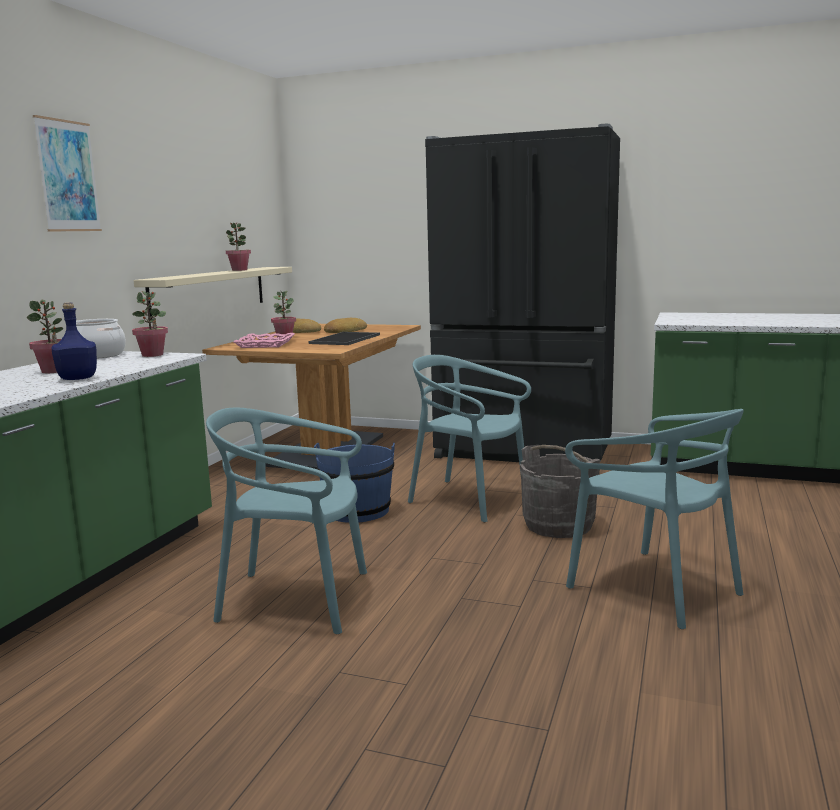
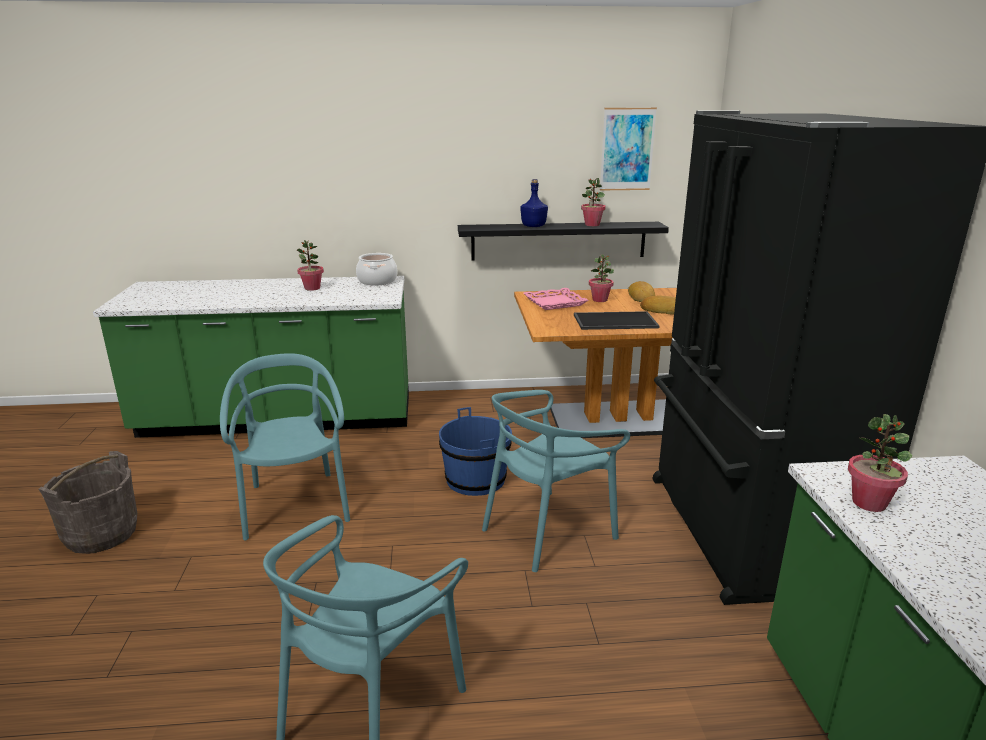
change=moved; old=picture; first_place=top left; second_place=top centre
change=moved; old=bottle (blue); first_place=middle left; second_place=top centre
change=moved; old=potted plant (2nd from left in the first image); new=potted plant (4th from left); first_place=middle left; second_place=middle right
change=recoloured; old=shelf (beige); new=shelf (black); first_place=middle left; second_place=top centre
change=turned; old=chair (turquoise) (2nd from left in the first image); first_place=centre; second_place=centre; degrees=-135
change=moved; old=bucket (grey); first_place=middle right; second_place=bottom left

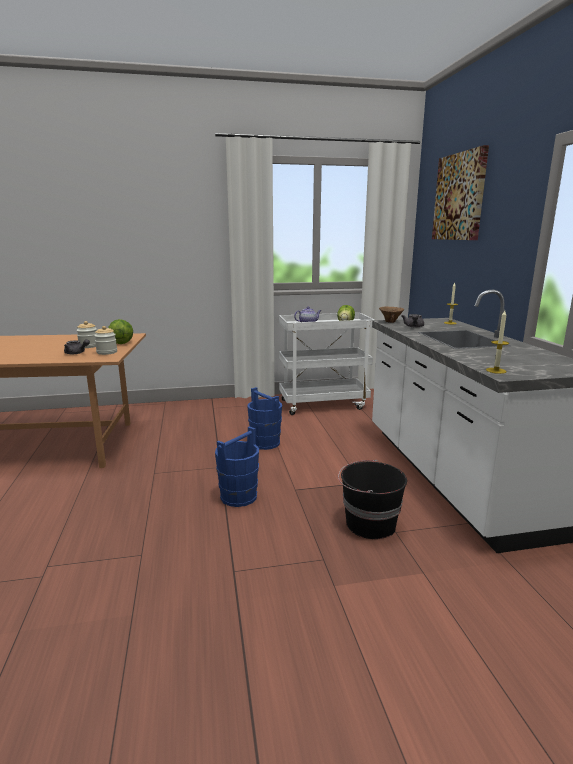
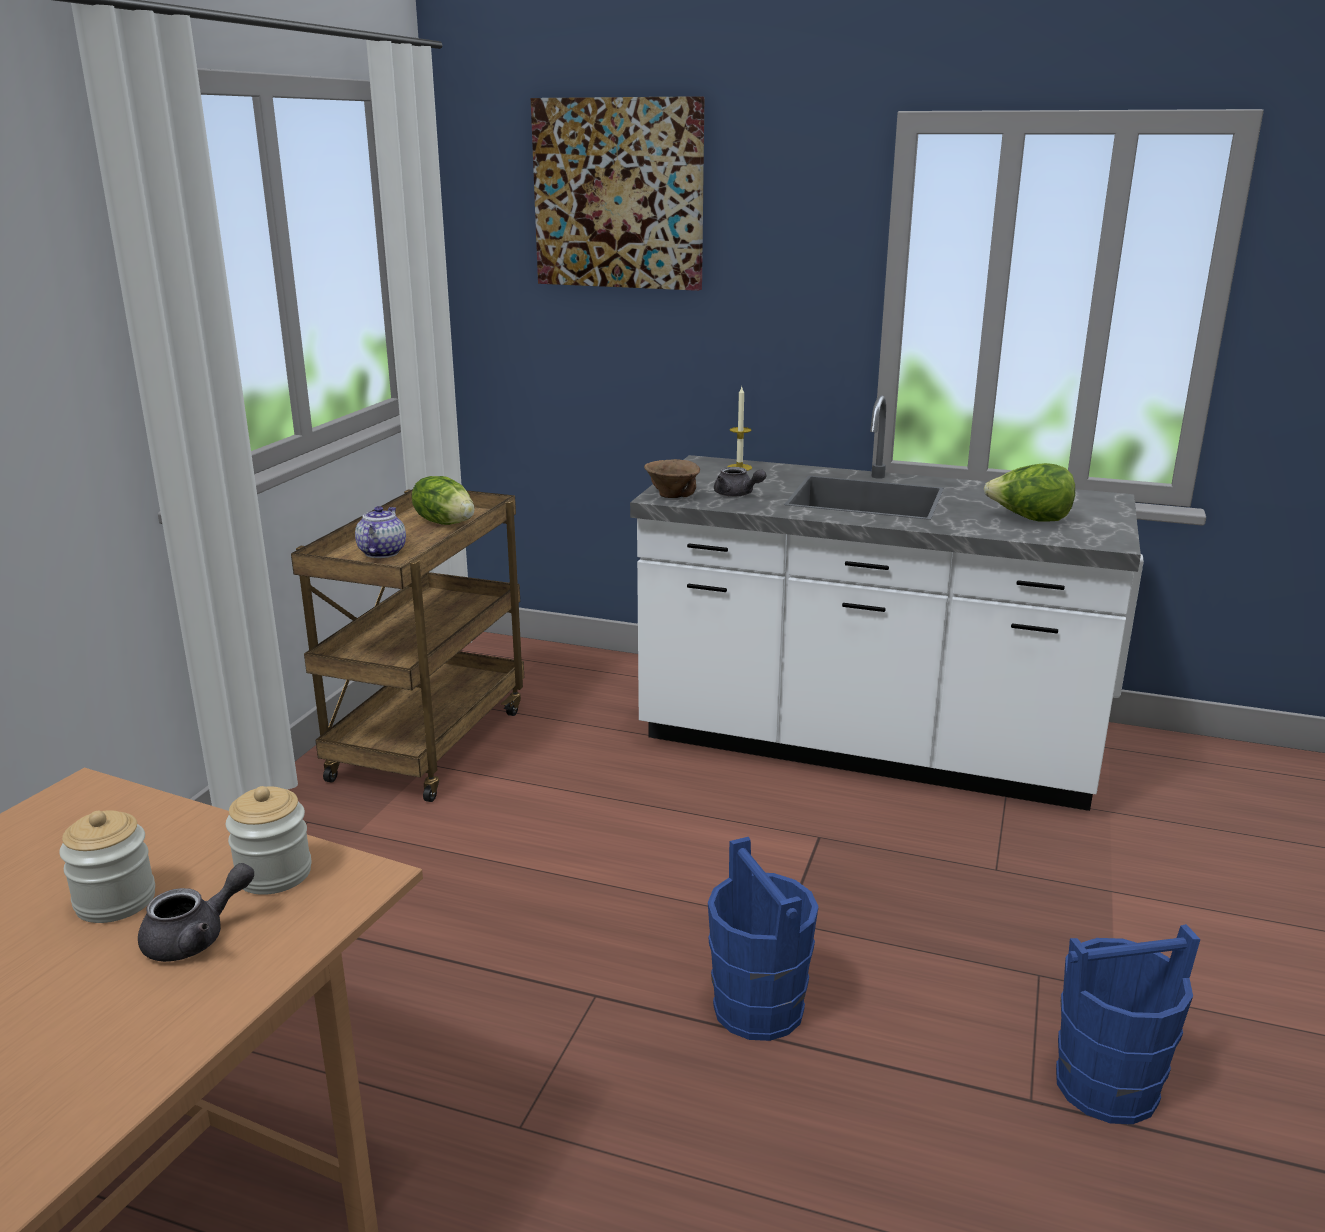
change=moved; old=lettuce (1st from left in the first image); new=lettuce (2nd from left); first_place=middle left; second_place=middle right
change=moved; old=bucket (blue) (2nd from left); first_place=centre; second_place=bottom right
change=recoloured; old=cart (white); new=cart (brown); first_place=centre; second_place=middle left
change=removed; old=bucket (black); first_place=centre
change=removed; old=candle (2nd from left); first_place=middle right

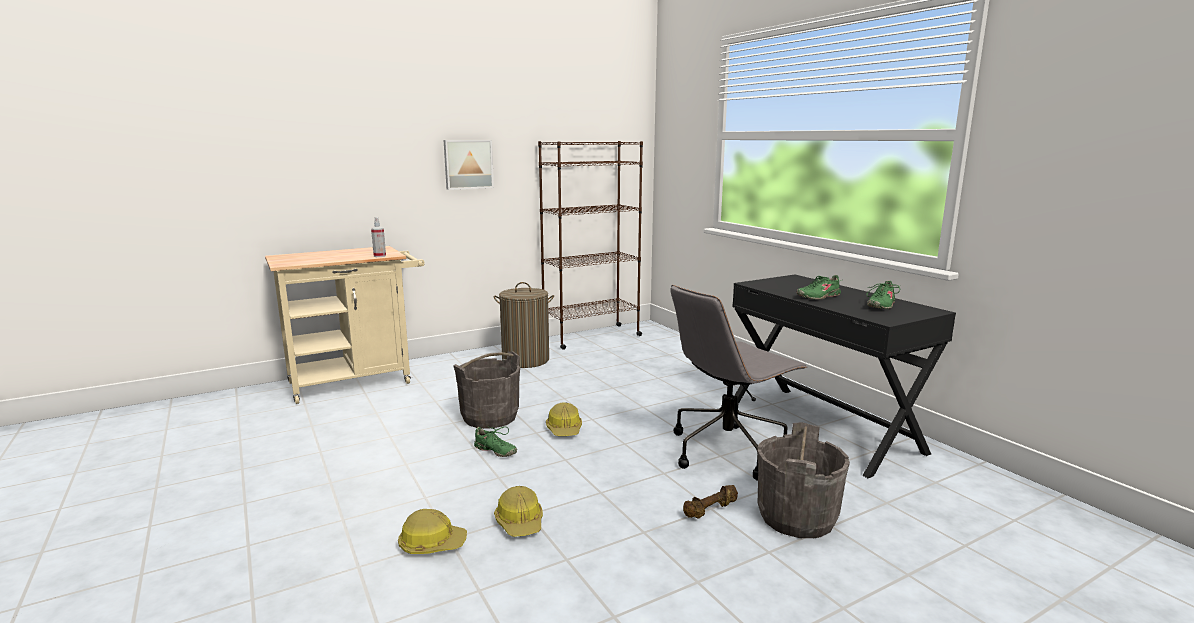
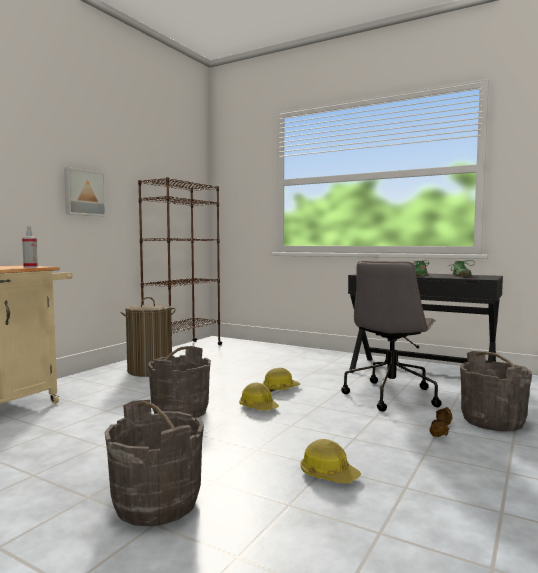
change=moved; old=hard hat (1st from left in the first image); new=hard hat (2nd from left); first_place=bottom centre; second_place=centre
change=removed; old=shoe (green) (1st from left); first_place=bottom centre
change=added; new=bucket (grey) (1st from left); second_place=bottom left

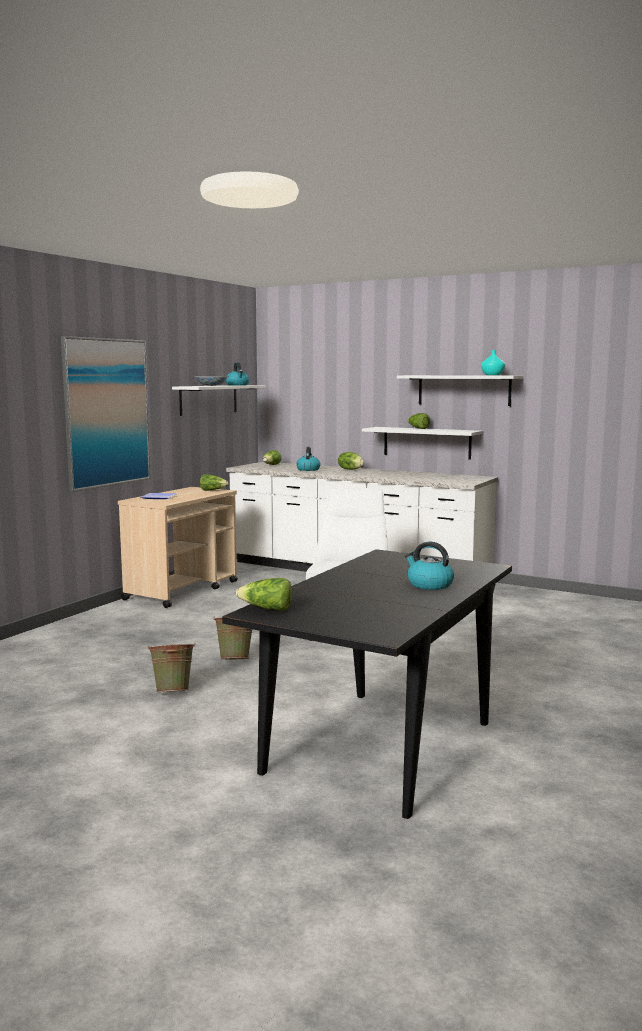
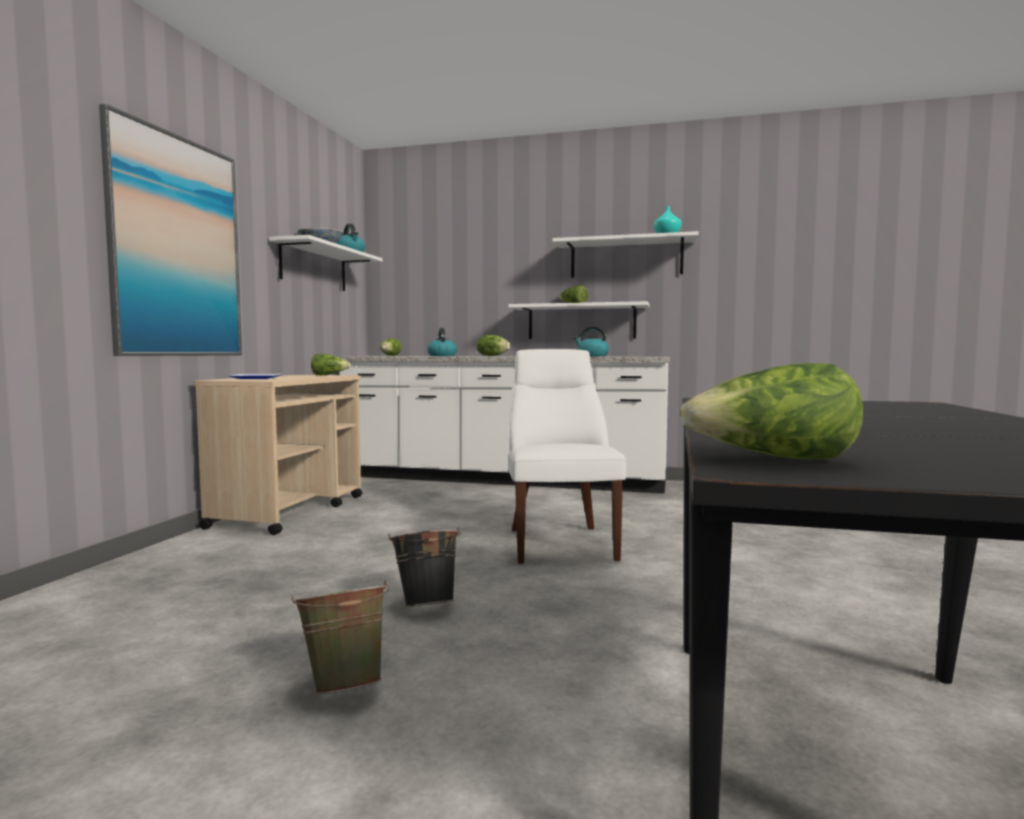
change=recoloured; old=bucket (green) (2nd from left); new=bucket (black); first_place=centre; second_place=bottom centre
change=moved; old=kettle (3rd from left); first_place=middle right; second_place=centre

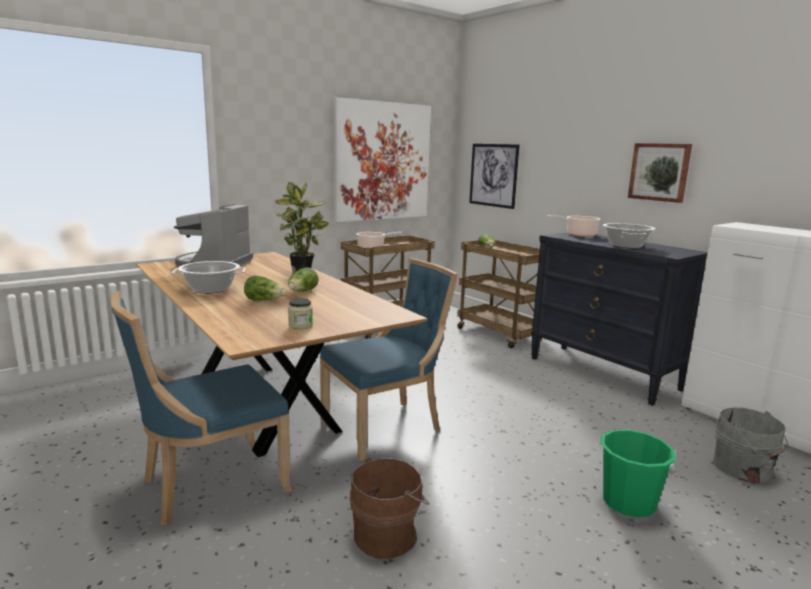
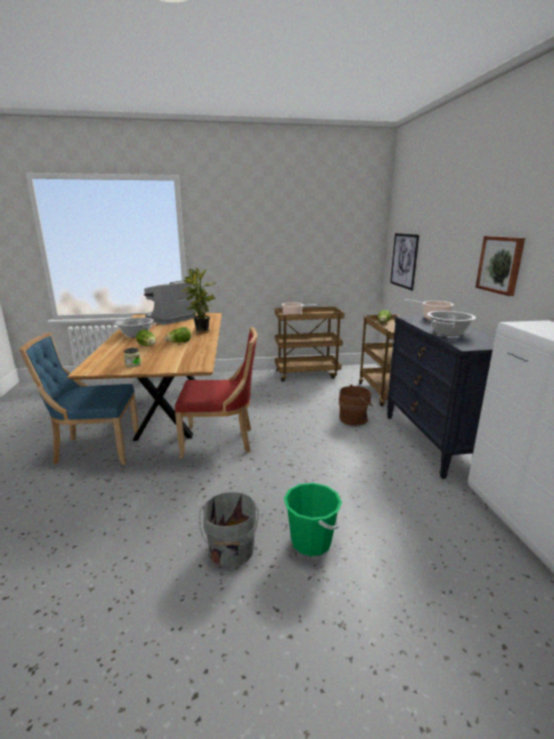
change=recoloured; old=chair (blue) (2nd from left); new=chair (red); first_place=centre; second_place=centre
change=removed; old=picture (1st from left); first_place=top centre
change=moved; old=bucket (brown); first_place=bottom centre; second_place=centre
change=moved; old=bucket (grey); first_place=bottom right; second_place=bottom centre

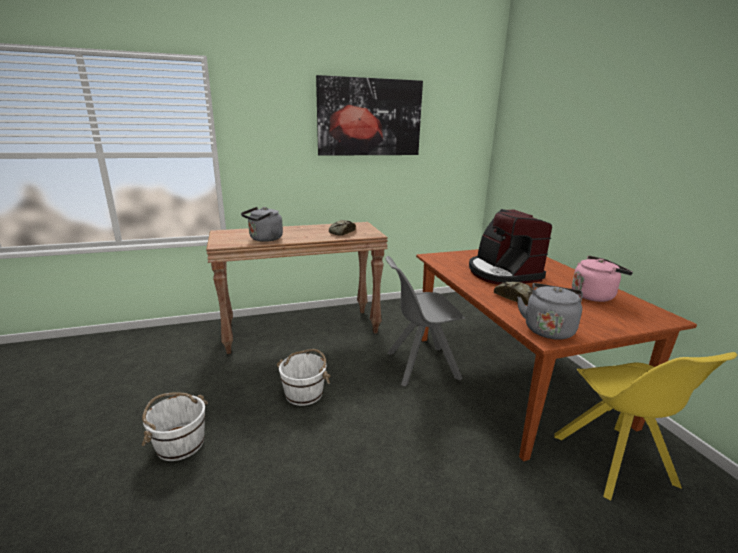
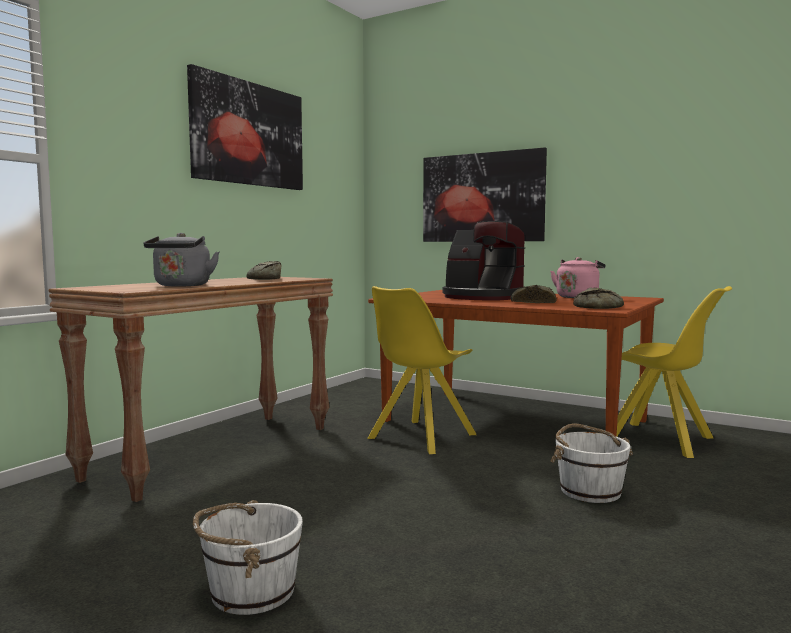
change=moved; old=bucket (white) (2nd from left); first_place=bottom centre; second_place=bottom right
change=recoloured; old=chair (grey); new=chair (yellow) (1st from left); first_place=centre; second_place=centre
change=replaced; old=kettle (grey) (2nd from left); new=bread (3rd from left); first_place=middle right; second_place=middle right
change=added; new=picture (2nd from left); second_place=top centre

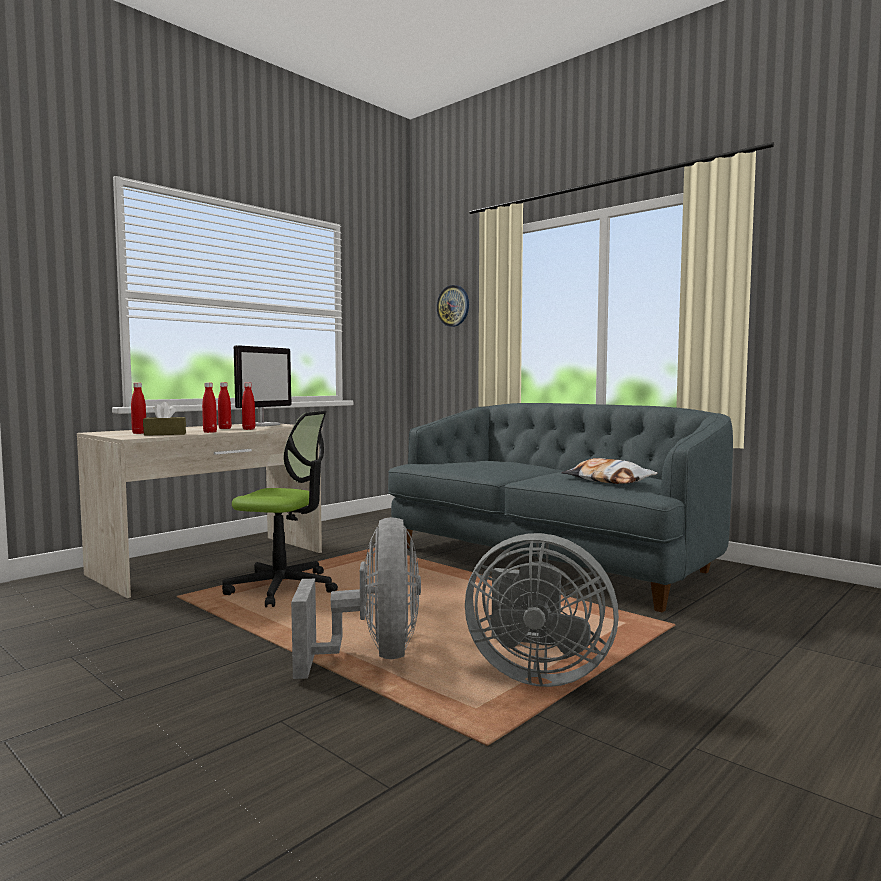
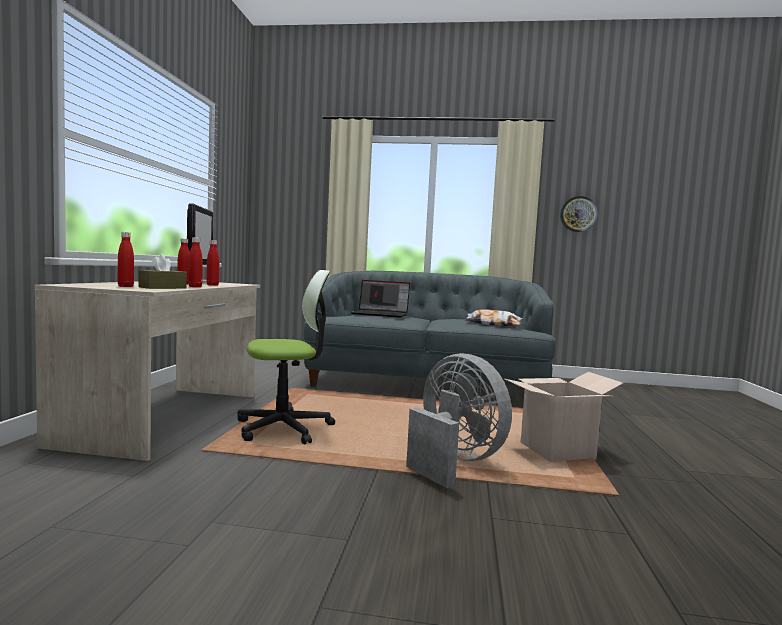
change=moved; old=wall clock; first_place=centre; second_place=middle right
change=replaced; old=fan (grey) (2nd from left); new=cardboard box; first_place=bottom centre; second_place=bottom right
change=added; new=laptop; second_place=centre

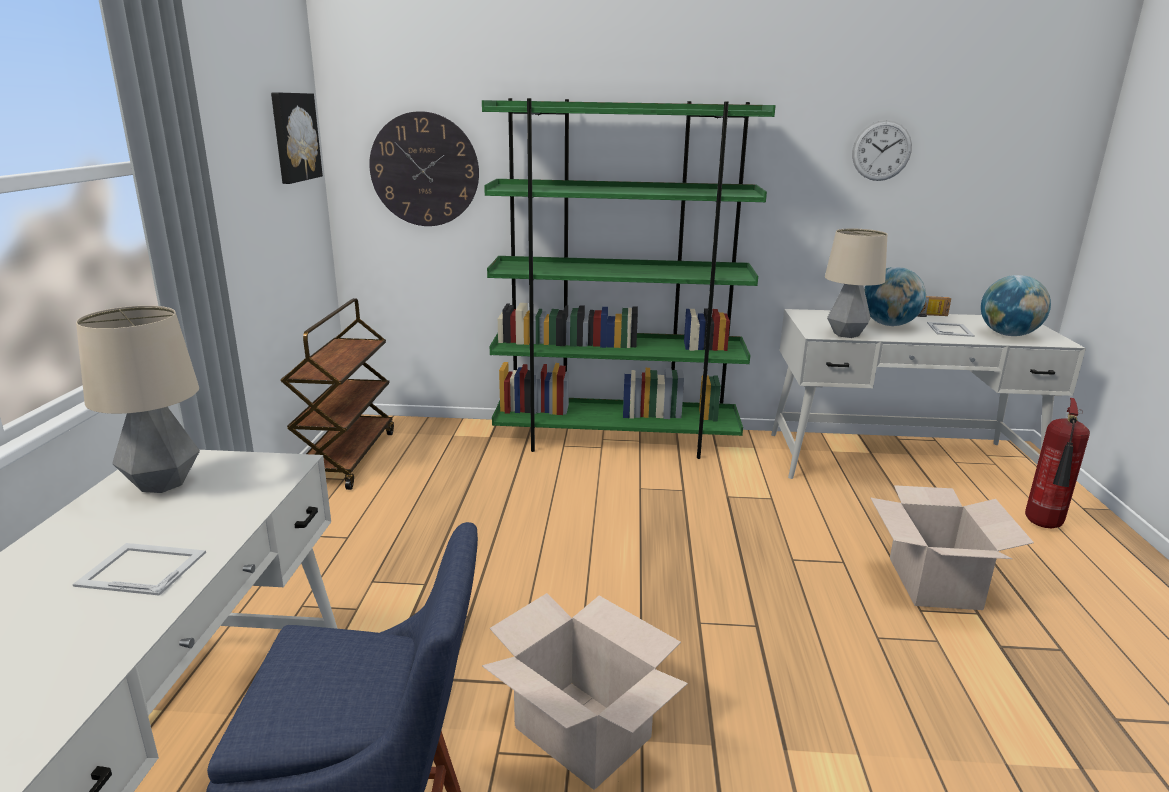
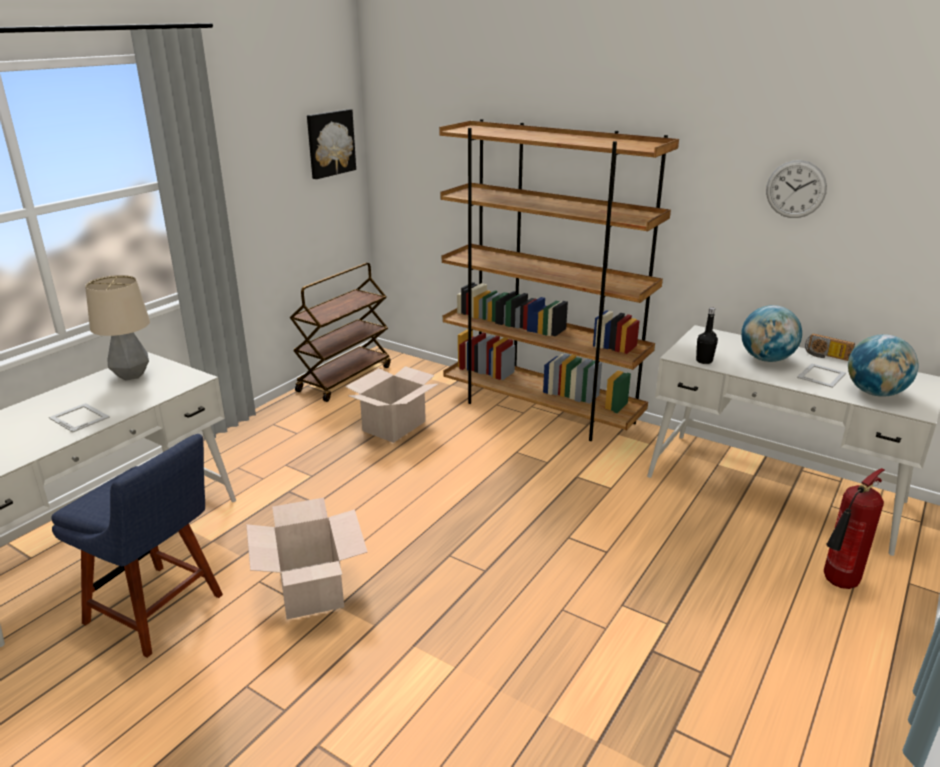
change=removed; old=wall clock (1st from left); first_place=top centre
change=recoloured; old=bookcase (green); new=bookcase (brown); first_place=centre; second_place=centre
change=replaced; old=table lamp (2nd from left); new=bottle (black); first_place=middle right; second_place=middle right
change=moved; old=cardboard box (2nd from left); first_place=bottom right; second_place=centre

